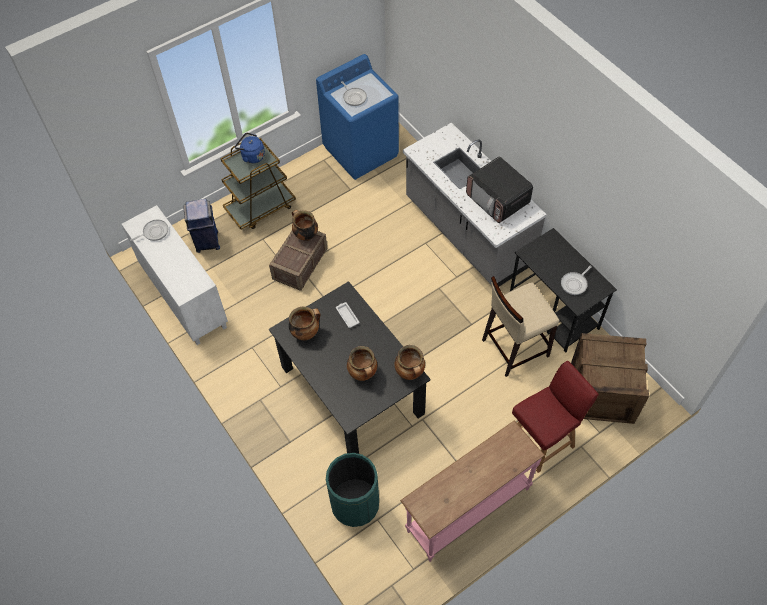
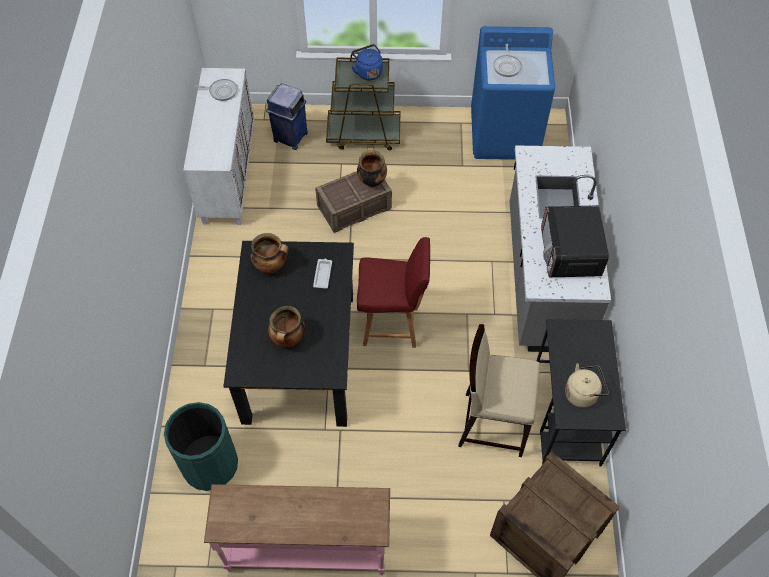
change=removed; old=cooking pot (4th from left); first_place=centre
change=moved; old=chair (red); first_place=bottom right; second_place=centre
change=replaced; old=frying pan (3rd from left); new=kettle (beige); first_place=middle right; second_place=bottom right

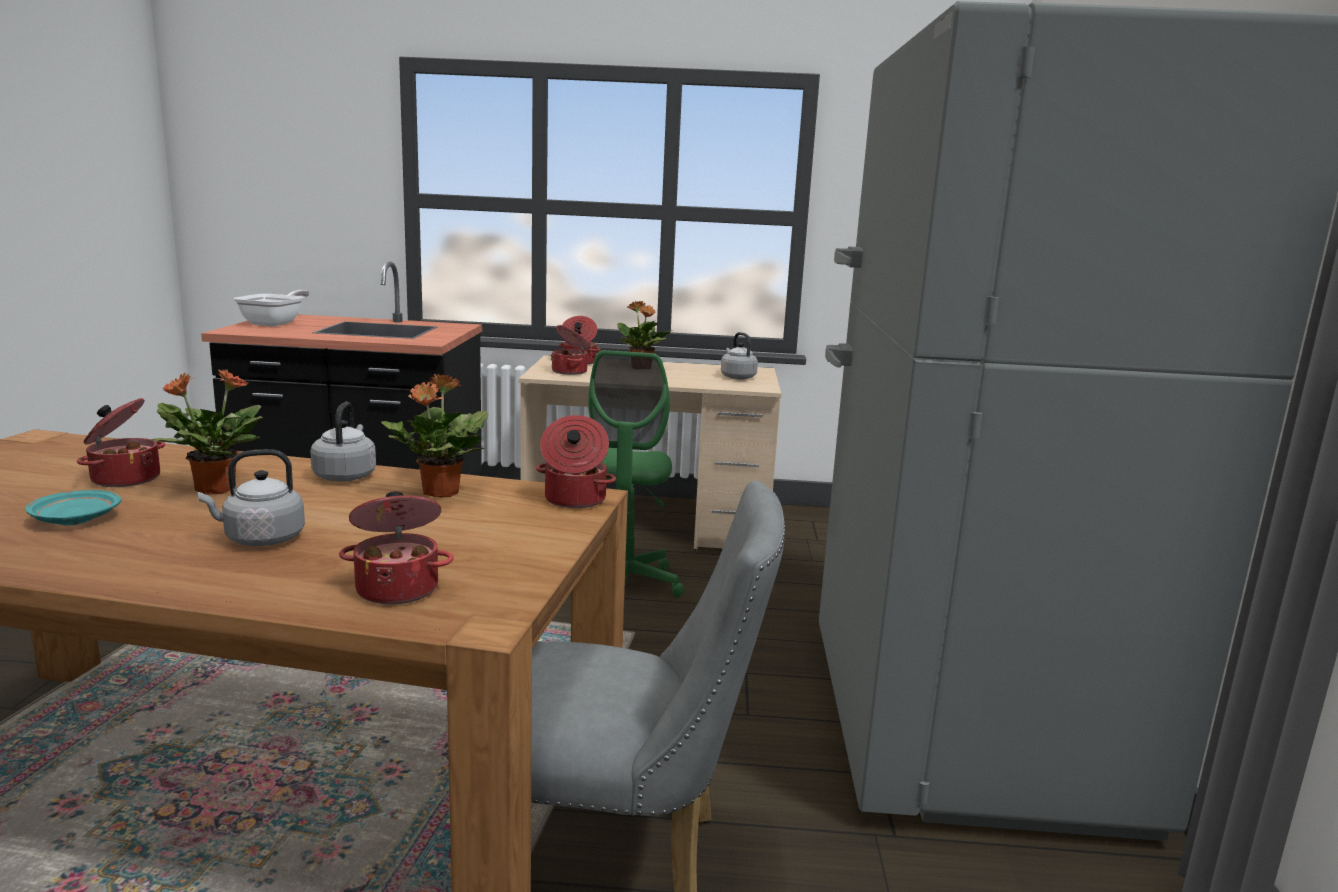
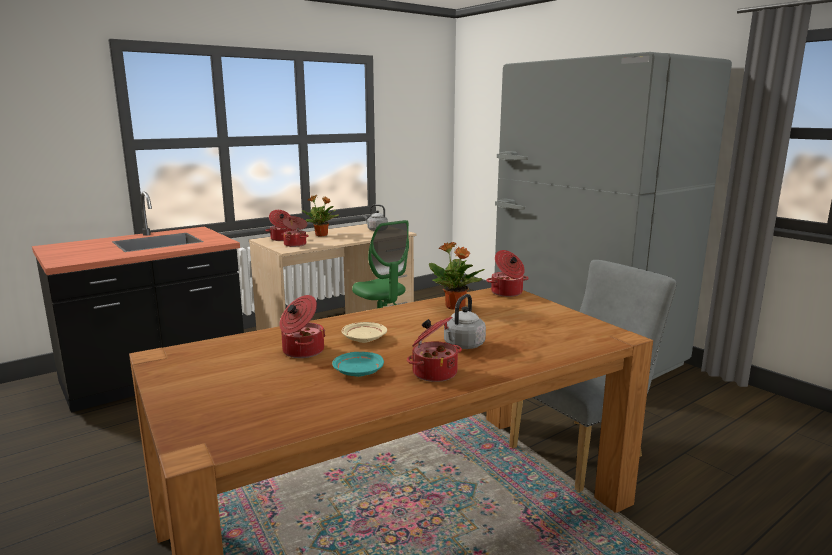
change=replaced; old=potted plant (1st from left); new=plate (beige); first_place=middle left; second_place=centre
change=removed; old=frying pan; first_place=middle left
change=removed; old=kettle (grey) (2nd from left); first_place=middle left
change=moved; old=cooking pot (2nd from left in the first image); new=cooking pot (4th from left); first_place=middle left; second_place=centre

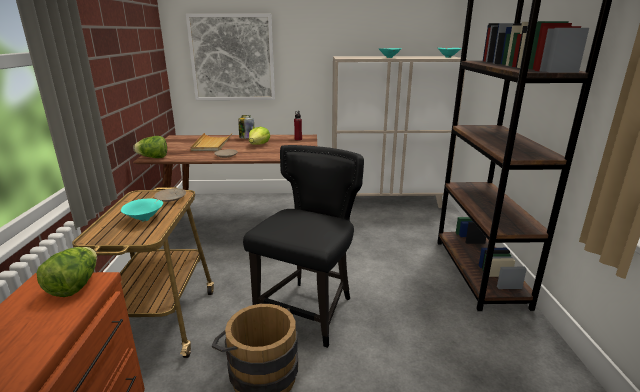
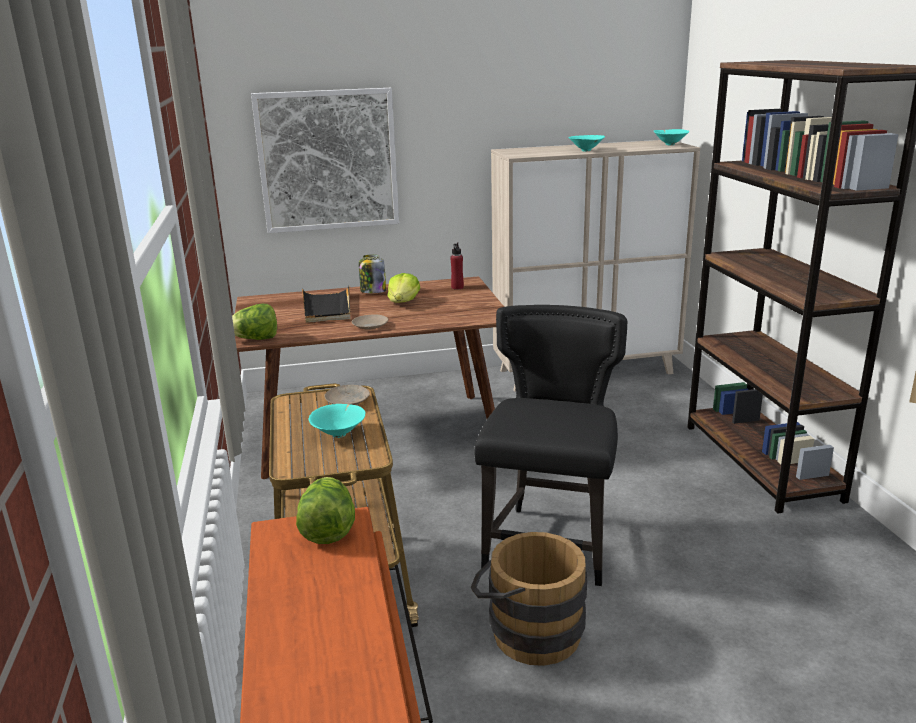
change=recoloured; old=tray (beige); new=tray (black); first_place=middle left; second_place=centre

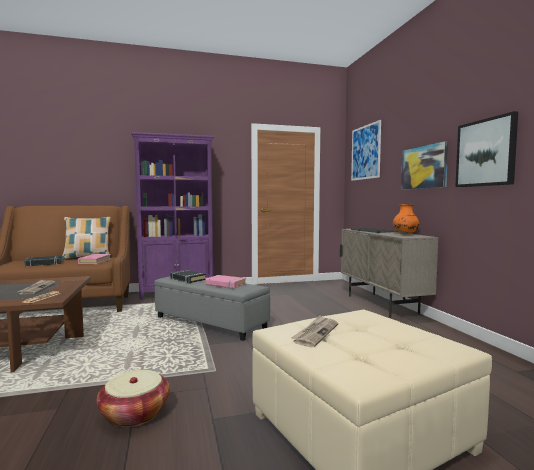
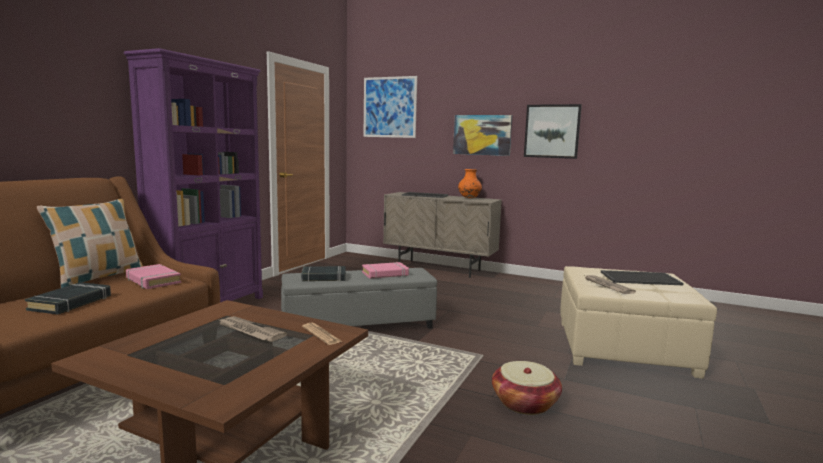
change=added; new=tray (2nd from left); second_place=middle right

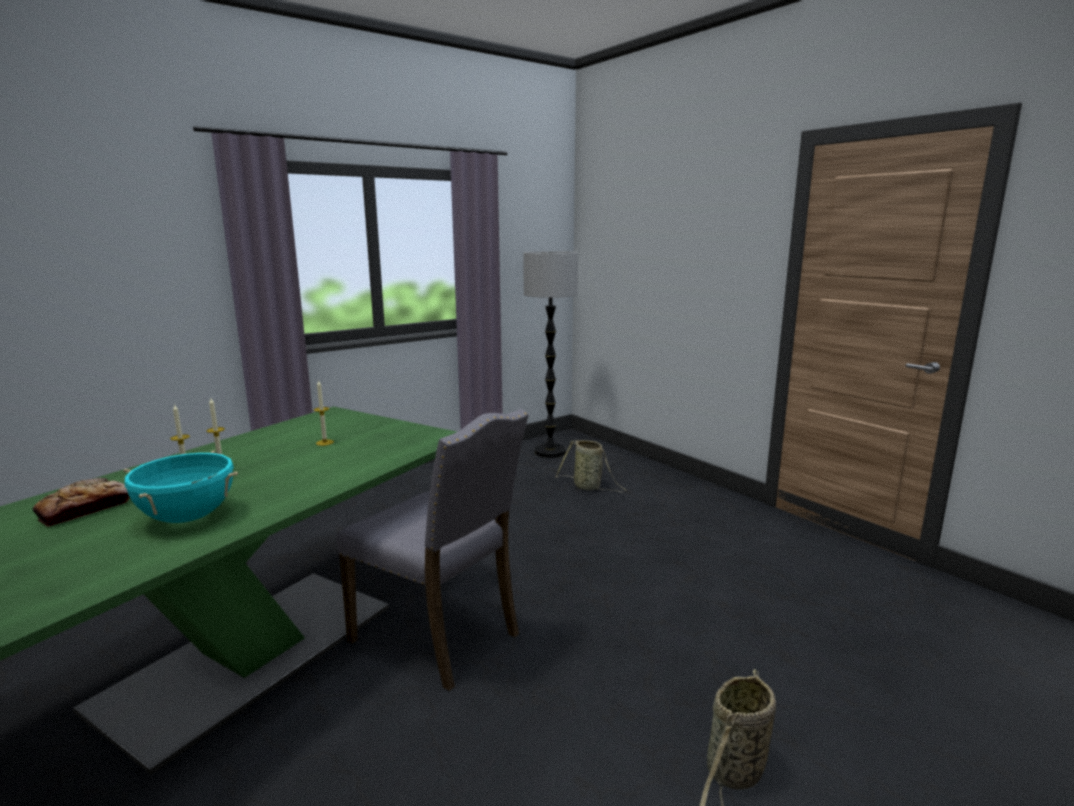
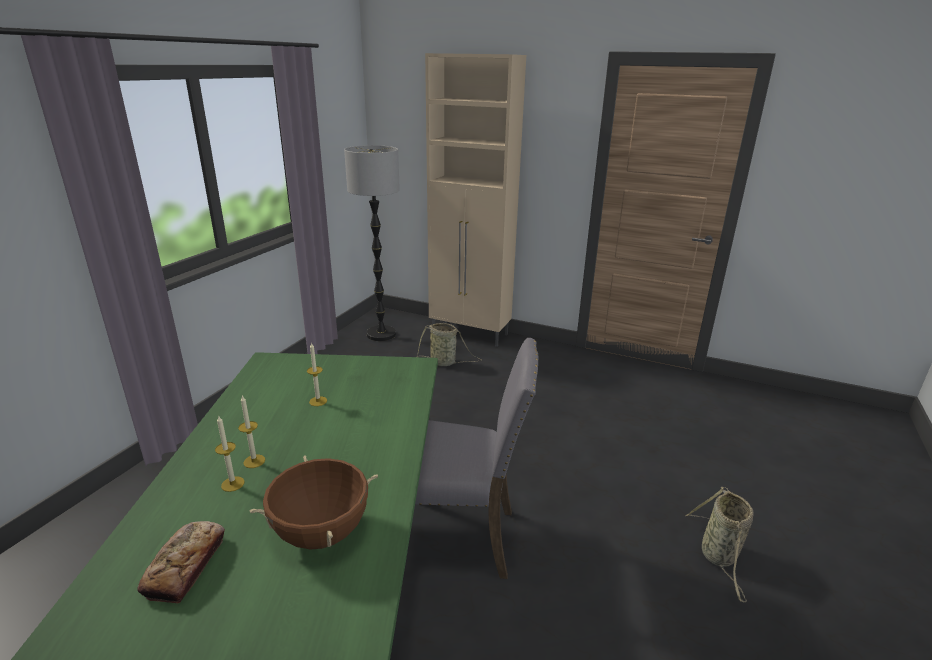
change=recoloured; old=cooking pot (turquoise); new=cooking pot (brown); first_place=middle left; second_place=bottom centre
change=added; new=cabinet (beige); second_place=top centre

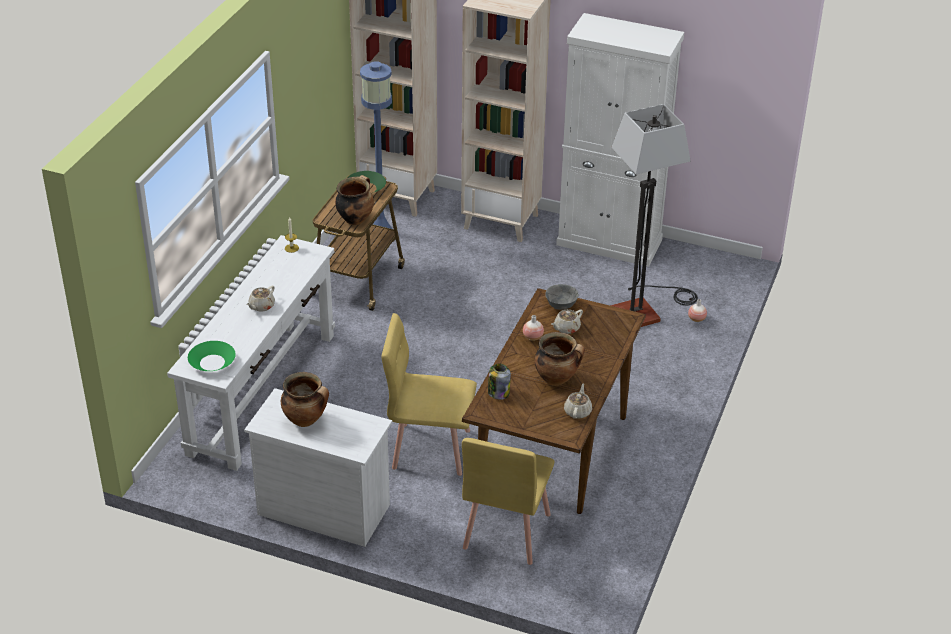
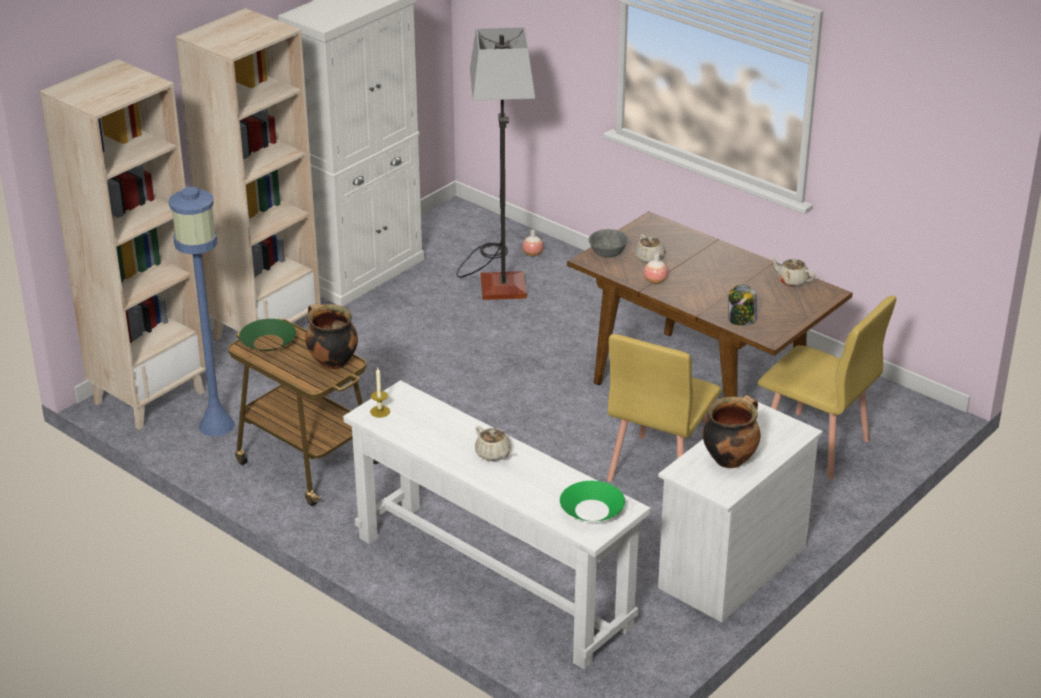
change=removed; old=cooking pot (3rd from left); first_place=centre

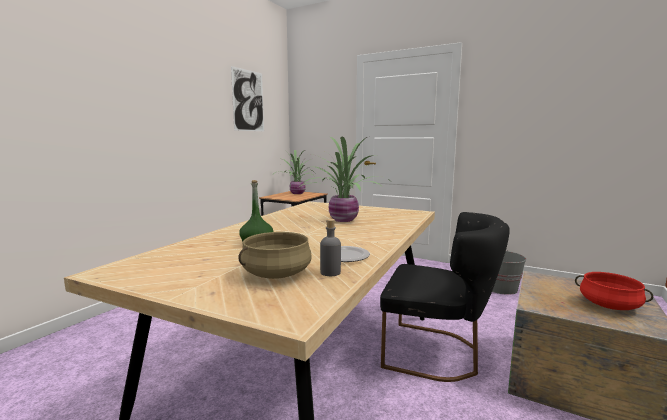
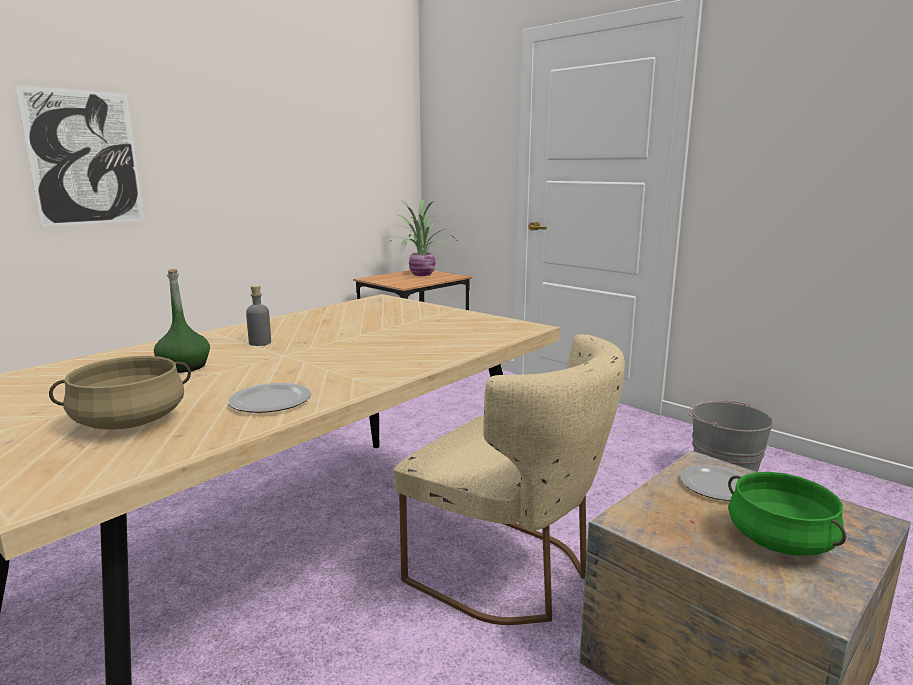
change=moved; old=picture; first_place=top centre; second_place=top left
change=removed; old=potted plant (2nd from left); first_place=centre
change=moved; old=bottle (grey); first_place=centre; second_place=middle left
change=recoloured; old=chair (black); new=chair (beige); first_place=bottom right; second_place=bottom centre
change=recoloured; old=cooking pot (red); new=cooking pot (green); first_place=bottom right; second_place=bottom right
change=added; new=plate (2nd from left); second_place=bottom right

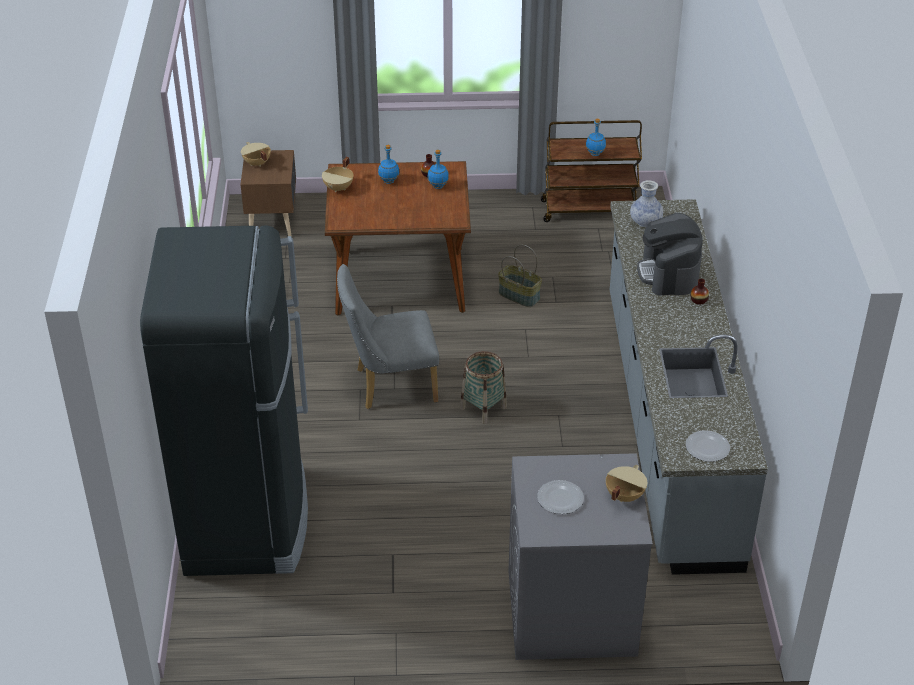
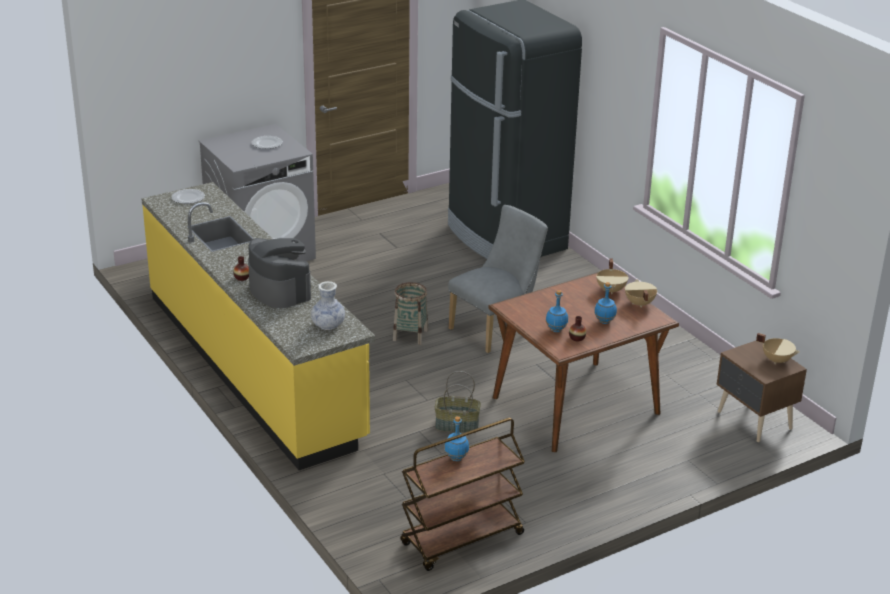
change=moved; old=cooking pot (beige) (3rd from left in the first image); new=cooking pot (beige) (1st from left); first_place=bottom right; second_place=middle right
change=recoloured; old=counter (grey); new=counter (yellow); first_place=middle right; second_place=middle left

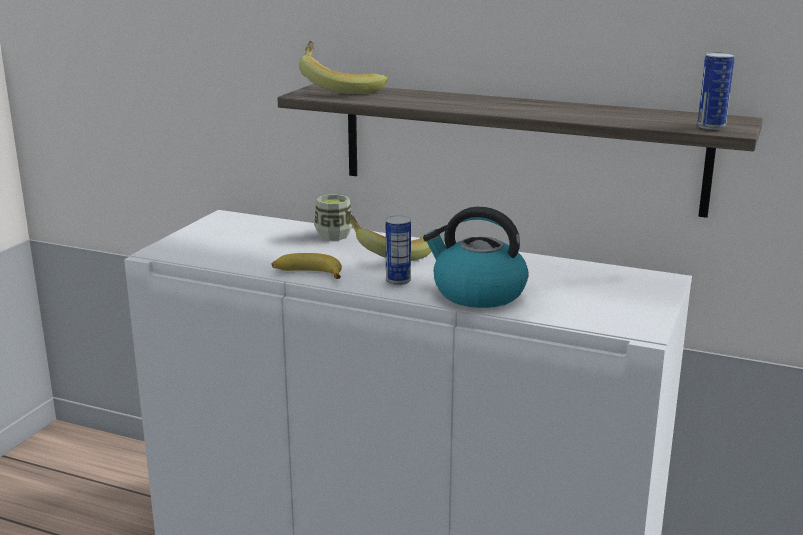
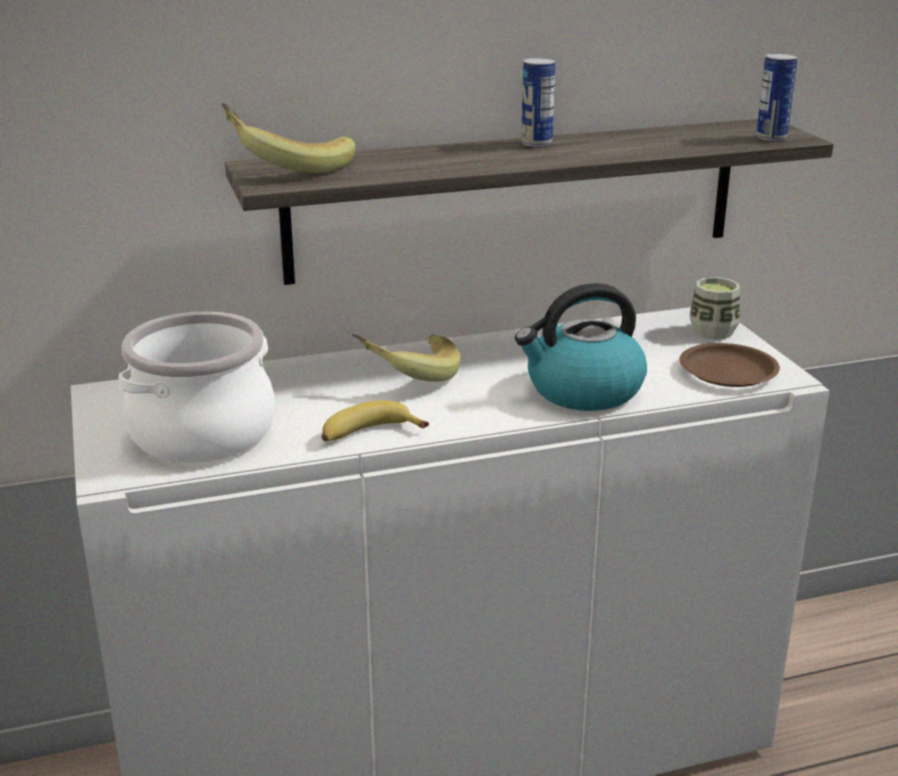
change=moved; old=cup; first_place=centre; second_place=middle right
change=moved; old=can (1st from left); first_place=centre; second_place=top centre
change=added; new=cooking pot; second_place=middle left
change=added; new=plate (brown); second_place=middle right

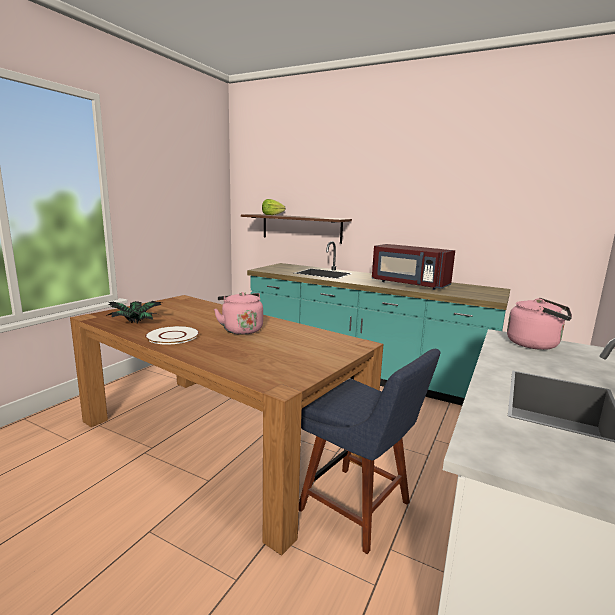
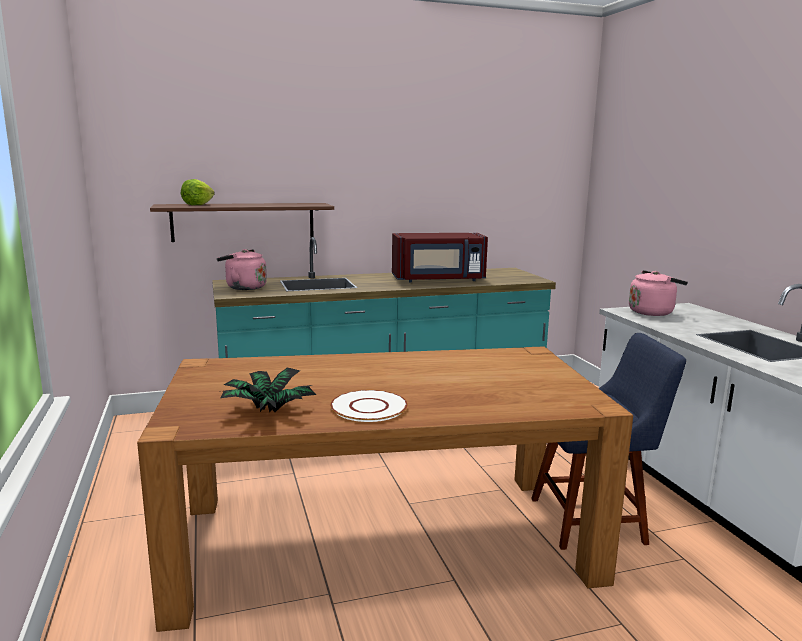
change=moved; old=kettle (pink) (1st from left); first_place=centre; second_place=middle left

